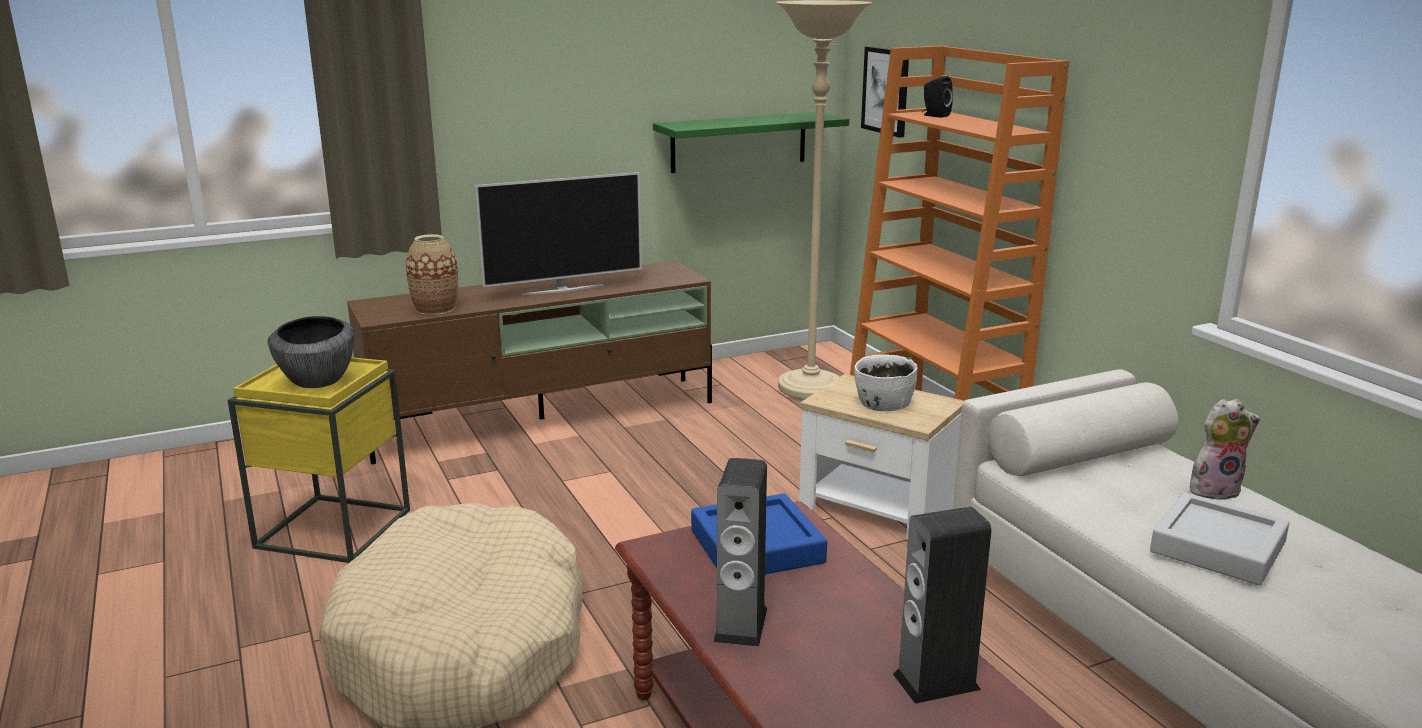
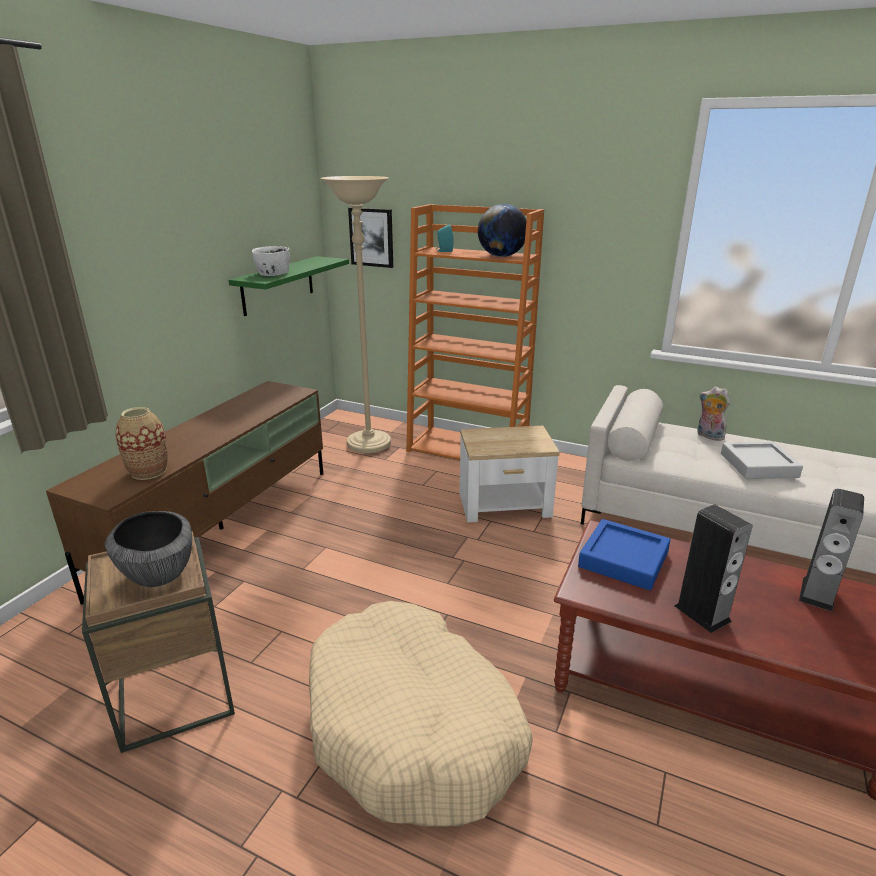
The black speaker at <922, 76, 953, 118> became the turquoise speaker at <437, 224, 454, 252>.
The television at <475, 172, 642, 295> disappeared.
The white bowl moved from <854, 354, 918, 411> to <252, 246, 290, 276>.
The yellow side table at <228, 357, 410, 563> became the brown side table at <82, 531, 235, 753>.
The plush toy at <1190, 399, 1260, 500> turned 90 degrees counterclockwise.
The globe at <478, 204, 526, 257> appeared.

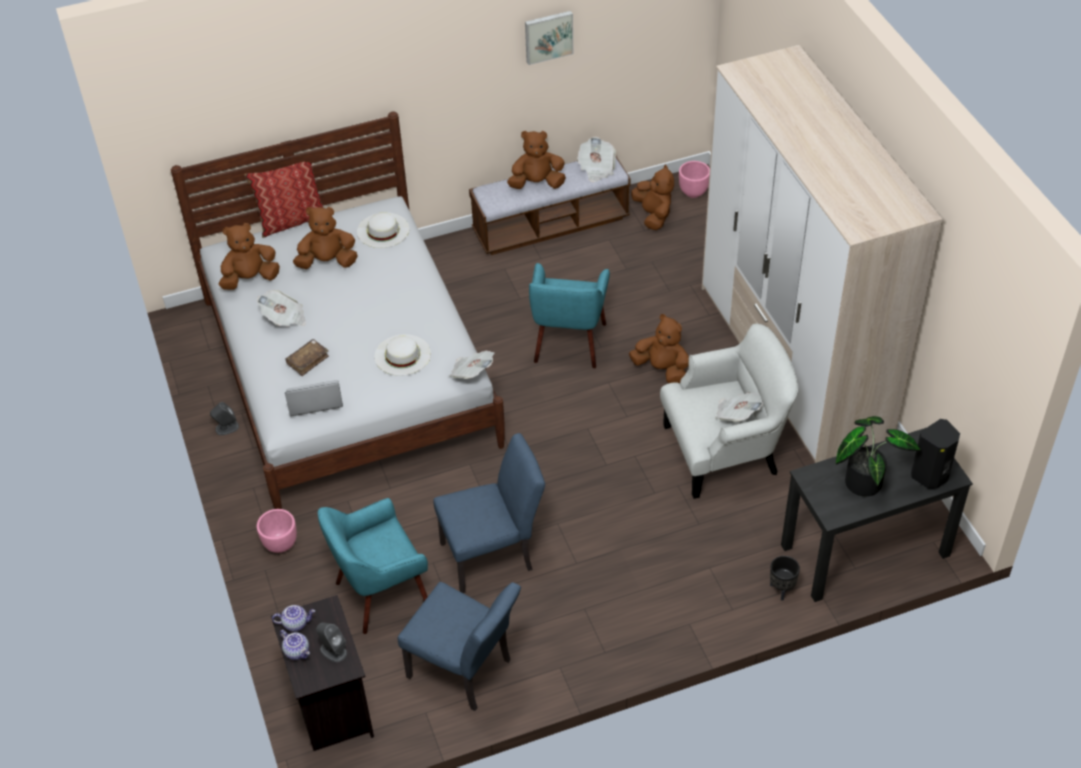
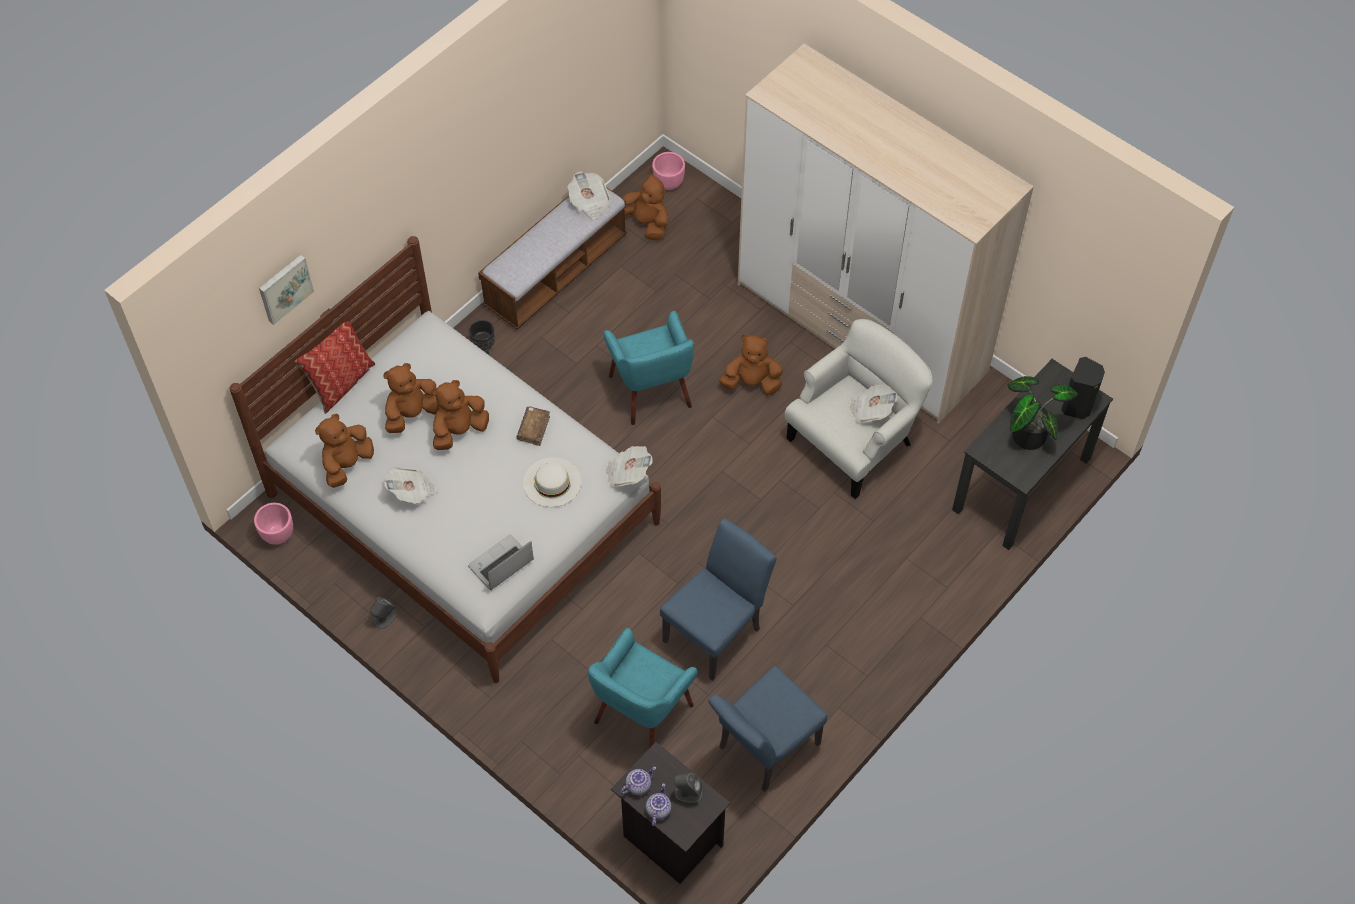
The picture moved from <525, 11, 573, 65> to <259, 255, 314, 325>.
The brown plush toy moved from <507, 131, 566, 189> to <432, 380, 489, 450>.
The white hat at <357, 212, 409, 248> disappeared.
The brown book moved from <286, 339, 329, 376> to <516, 406, 550, 446>.
The pink planter moved from <257, 509, 297, 553> to <254, 503, 293, 545>.
The black planter moved from <770, 556, 800, 601> to <469, 320, 495, 355>.
The blue chair at <398, 582, 521, 711> turned 135 degrees clockwise.
The teapot at <280, 630, 310, 660> turned 90 degrees counterclockwise.

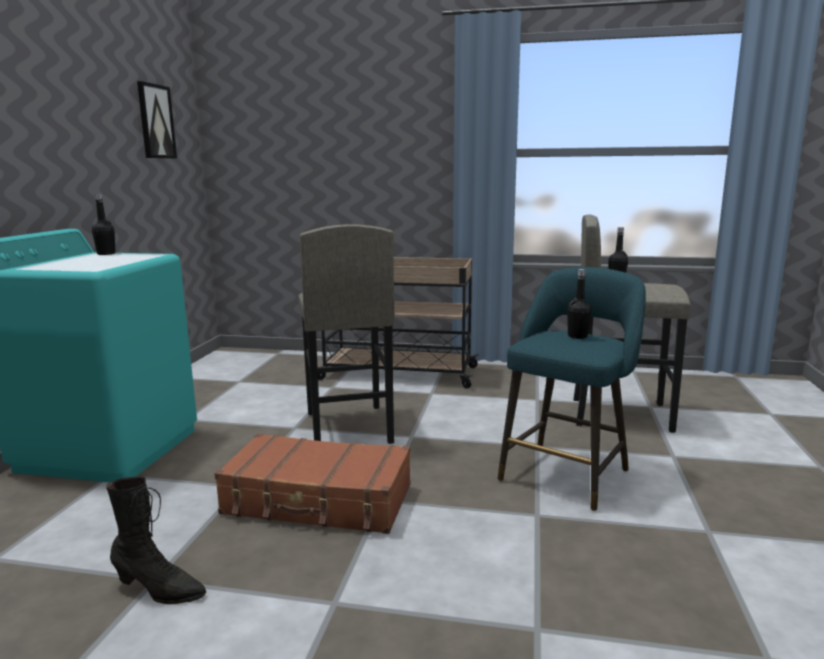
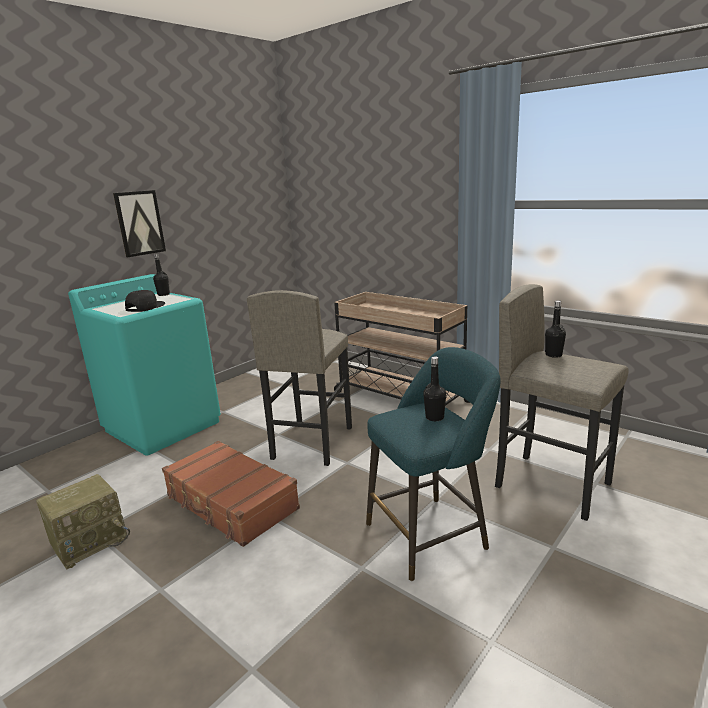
The picture moved from <137, 81, 177, 159> to <113, 190, 166, 257>.
The black boot at <106, 476, 206, 604> was replaced by the radio at <36, 474, 130, 569>.
The black cap at <125, 290, 165, 312> appeared.

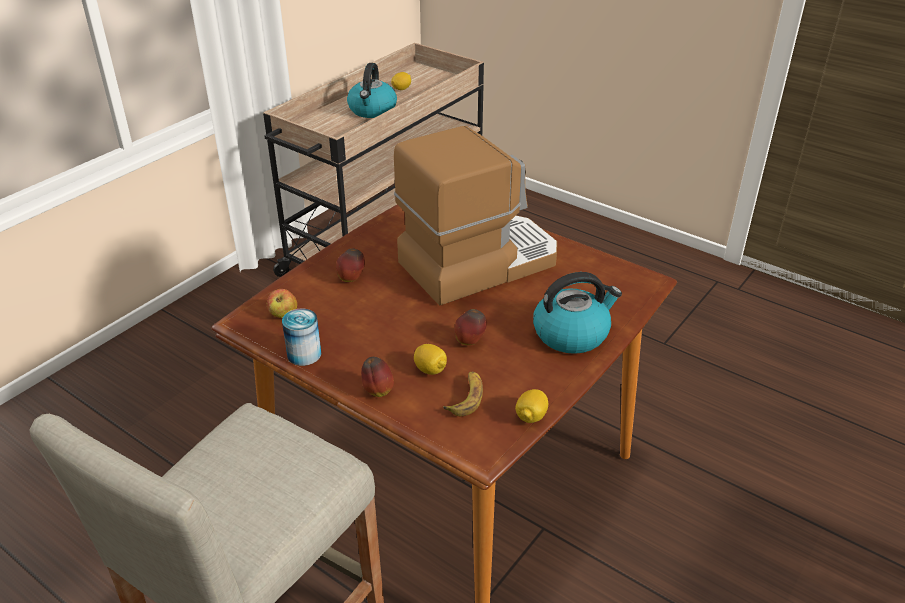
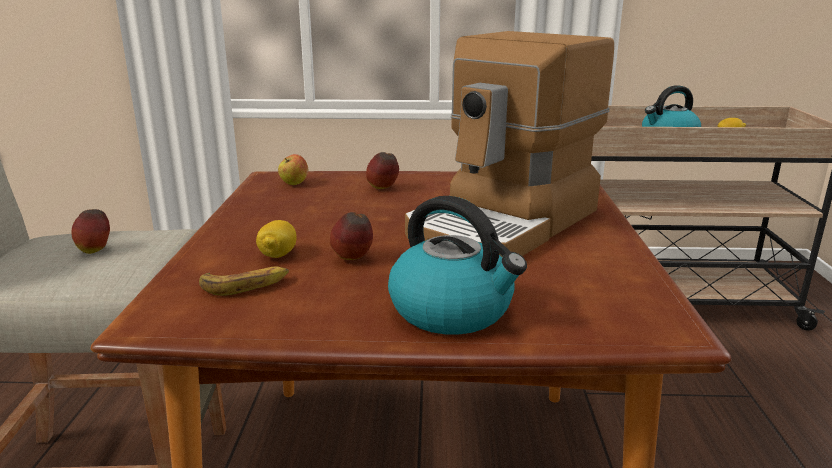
The coffee machine at <394, 126, 557, 305> turned 105 degrees clockwise.
The can at <282, 308, 321, 366> disappeared.
The apple moved from <361, 357, 394, 397> to <71, 209, 110, 254>.
The lemon at <515, 389, 548, 423> disappeared.

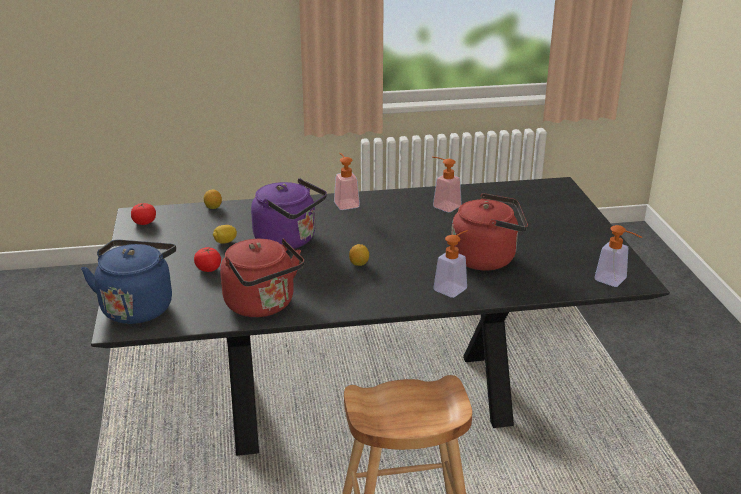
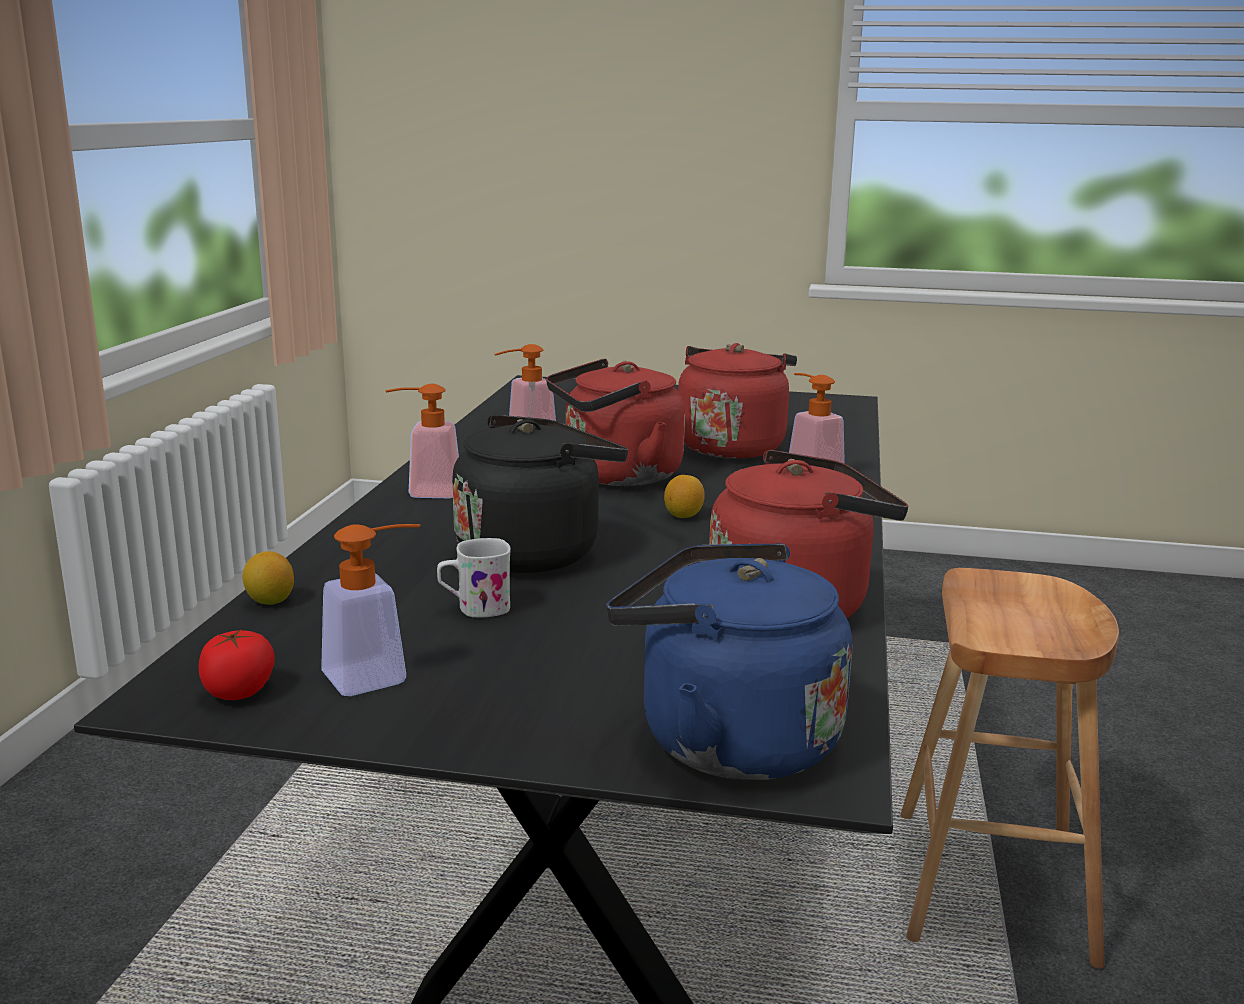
The purple kettle at <251, 178, 327, 250> became the black kettle at <452, 415, 628, 573>.
The lemon at <213, 225, 237, 244> was replaced by the white mug at <437, 538, 511, 617>.
The soap dispenser moved from <595, 225, 642, 287> to <321, 524, 420, 696>.
The tomato at <194, 247, 221, 272> disappeared.
The red kettle at <546, 358, 685, 486> appeared.

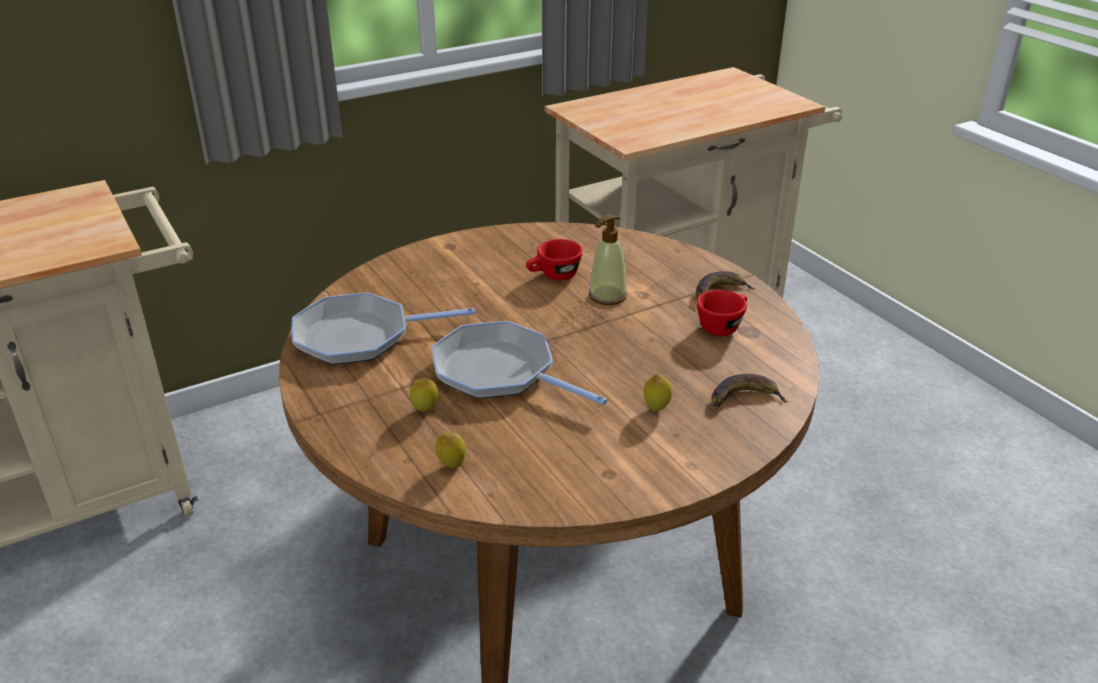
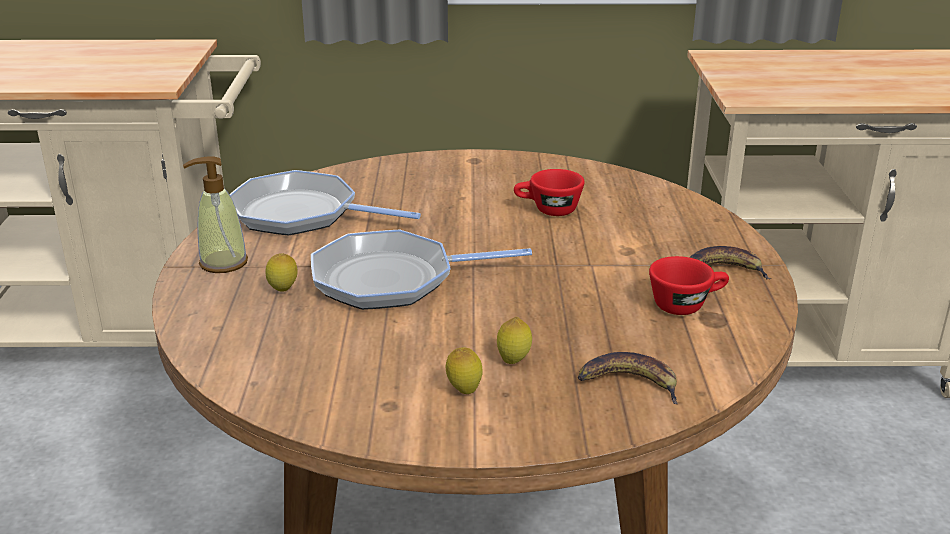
The soap dispenser moved from <589, 214, 627, 305> to <183, 156, 248, 273>.
The frying pan at <432, 321, 607, 405> turned 75 degrees counterclockwise.
The lemon moved from <435, 432, 466, 468> to <446, 348, 483, 394>.

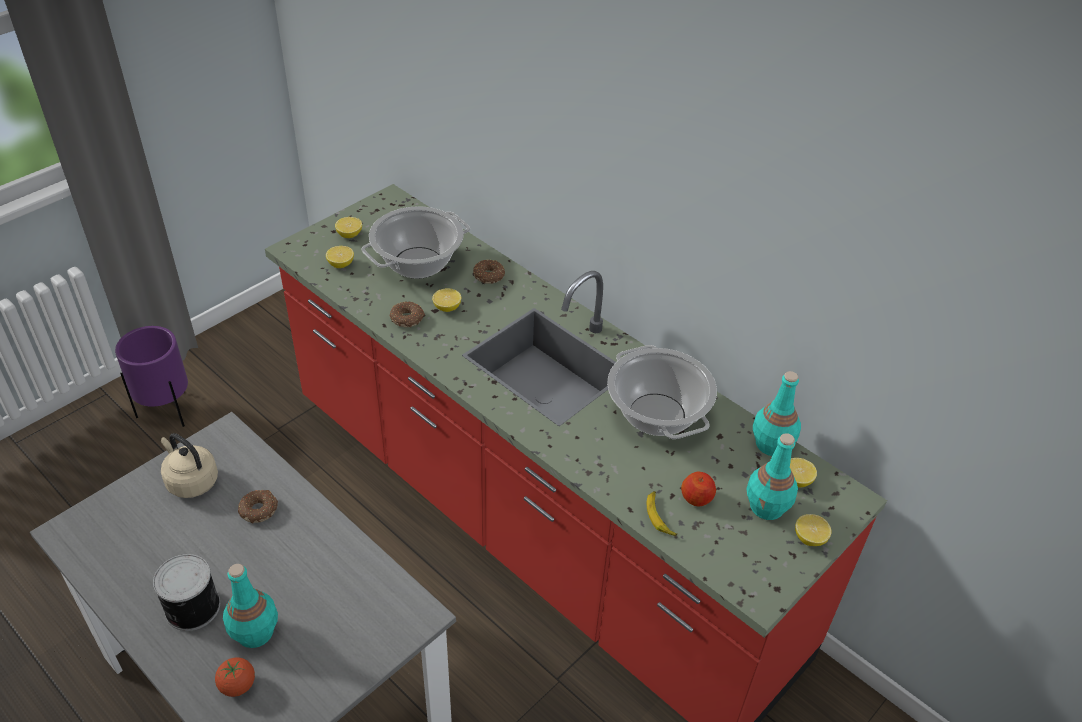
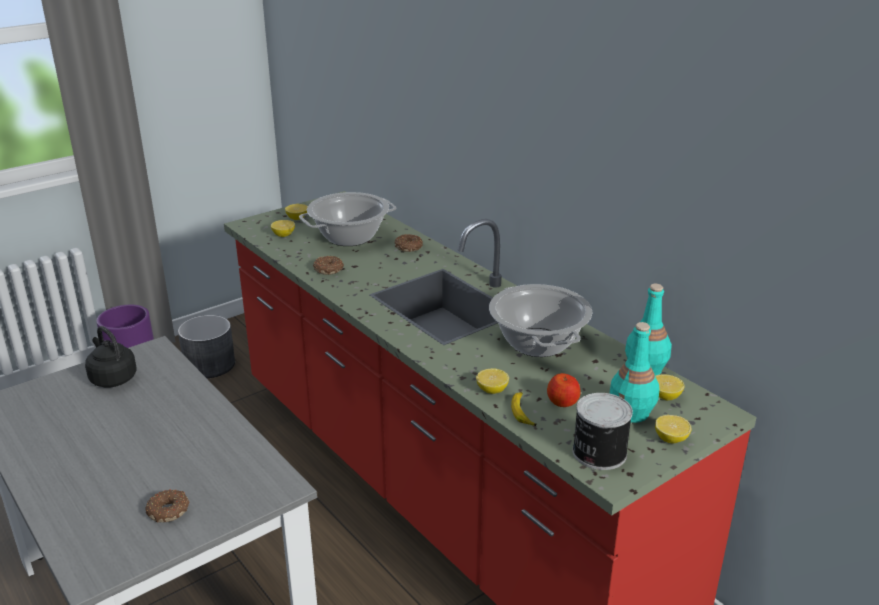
The lemon moved from <432, 288, 461, 312> to <476, 368, 509, 394>.
The beige kettle at <161, 433, 218, 498> became the black kettle at <85, 326, 137, 387>.
The donut moved from <238, 490, 278, 524> to <145, 489, 189, 523>.
The can moved from <153, 554, 220, 631> to <572, 393, 633, 470>.
The turquoise bottle at <223, 564, 278, 648> disappeared.
The tomato at <215, 657, 255, 697> disappeared.
The grey planter at <178, 315, 235, 378> appeared.

